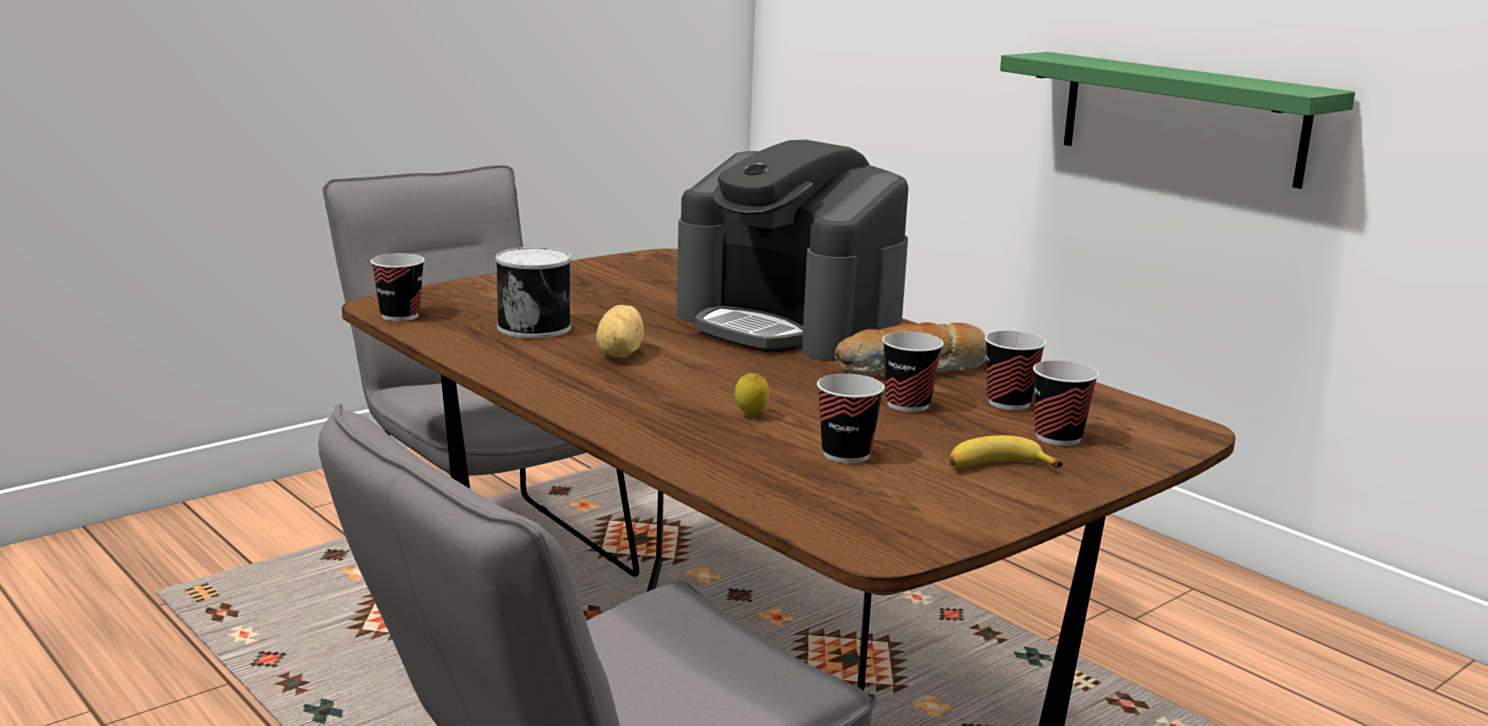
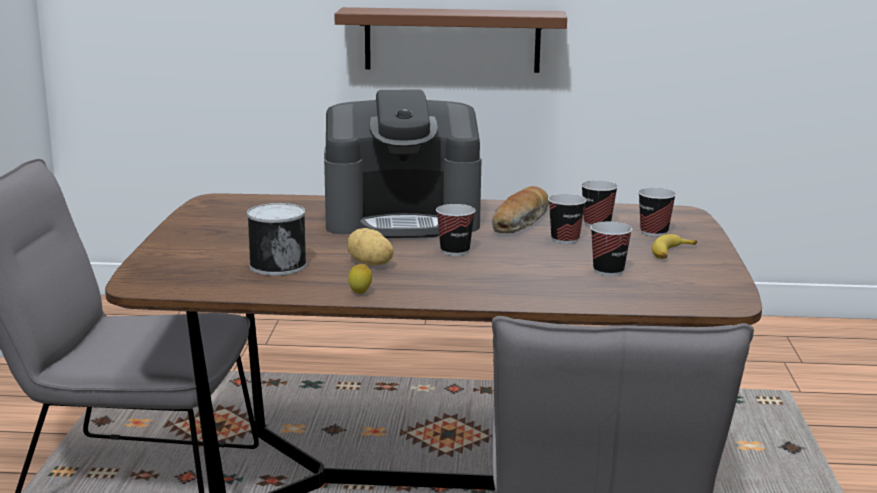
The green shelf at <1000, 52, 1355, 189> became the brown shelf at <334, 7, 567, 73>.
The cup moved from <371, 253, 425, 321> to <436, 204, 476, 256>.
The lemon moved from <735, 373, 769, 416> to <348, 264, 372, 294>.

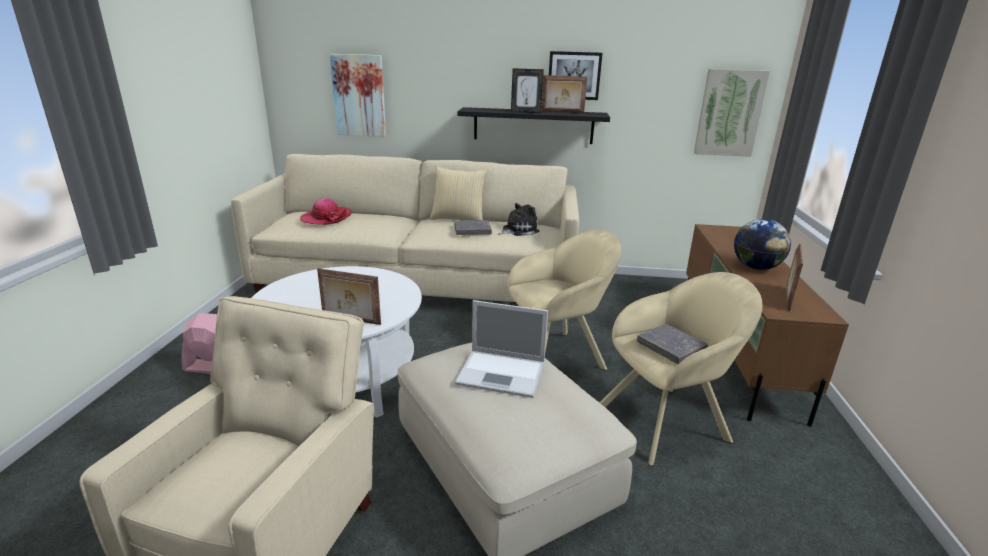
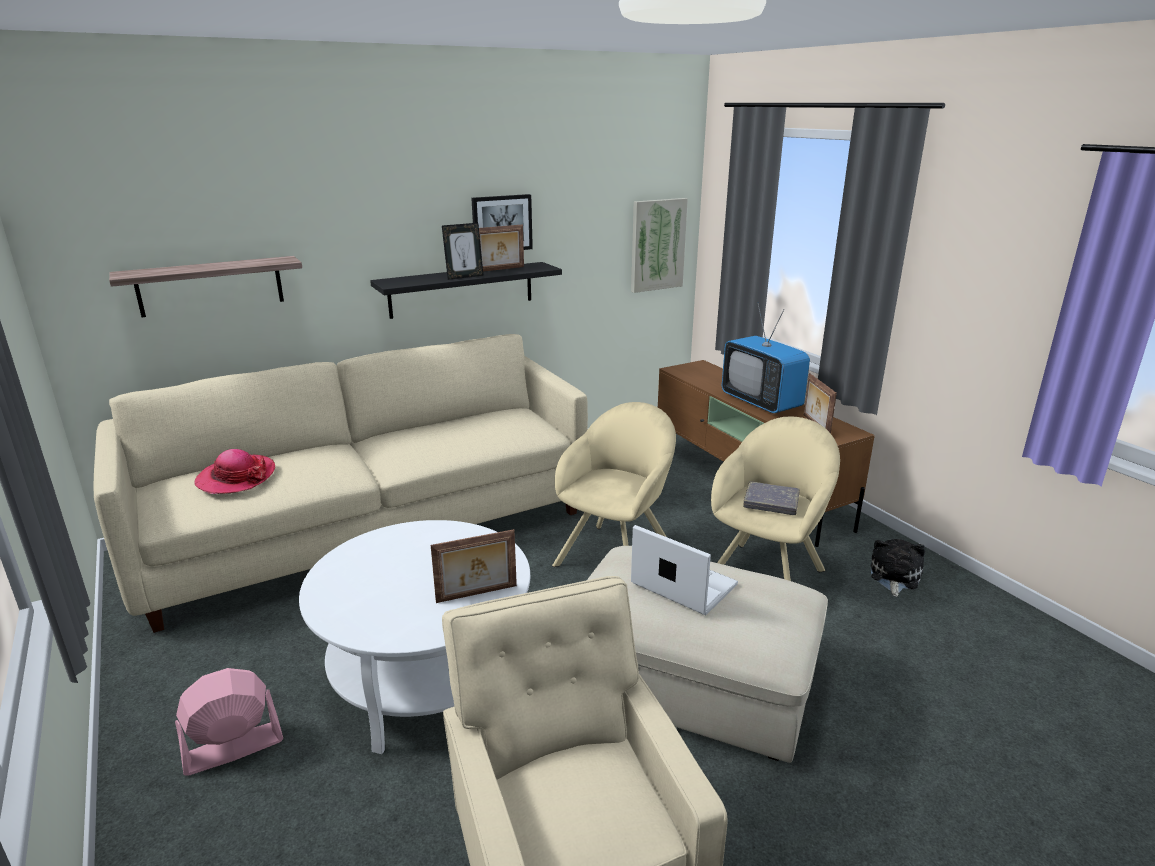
The picture at <330, 54, 386, 137> was replaced by the shelf at <109, 256, 302, 317>.
The pillow at <430, 166, 488, 220> disappeared.
The plush toy moved from <498, 203, 540, 236> to <870, 539, 925, 597>.
The globe at <734, 219, 791, 270> was replaced by the television at <722, 302, 810, 413>.
The grey book at <454, 220, 492, 235> disappeared.
The laptop at <455, 300, 548, 398> turned 120 degrees counterclockwise.

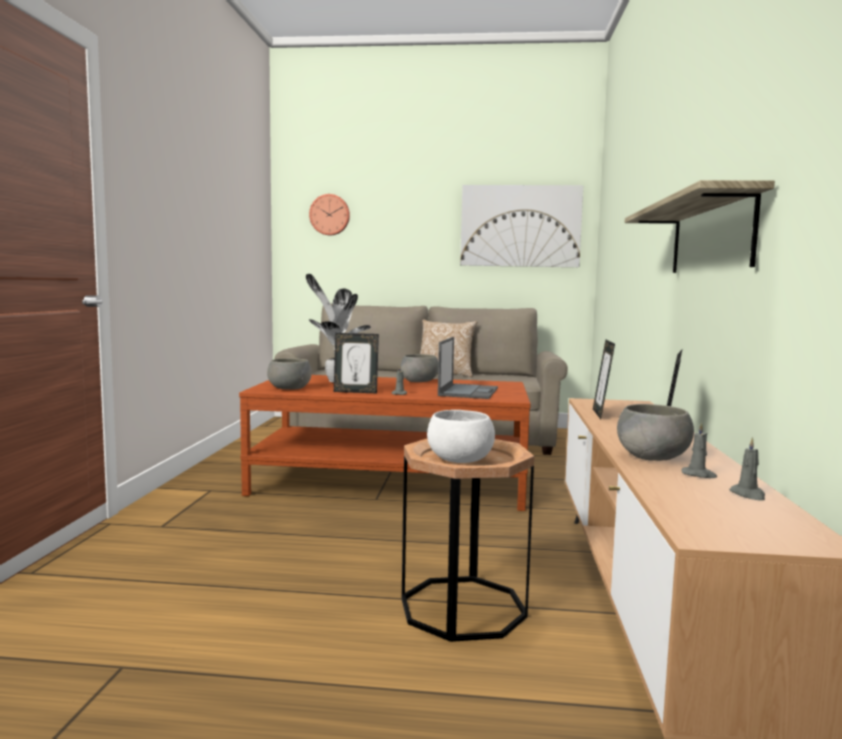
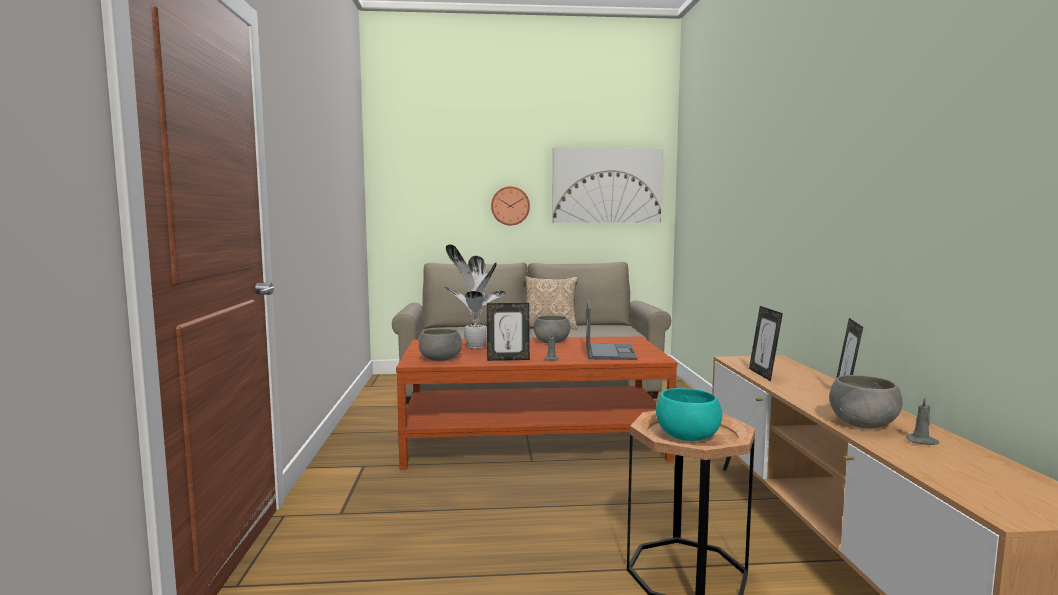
The shelf at <625, 180, 775, 273> disappeared.
The wall clock moved from <309, 194, 350, 235> to <491, 186, 530, 225>.
The white bowl at <427, 410, 495, 463> became the turquoise bowl at <656, 388, 722, 441>.
The grey candle at <729, 437, 765, 500> disappeared.

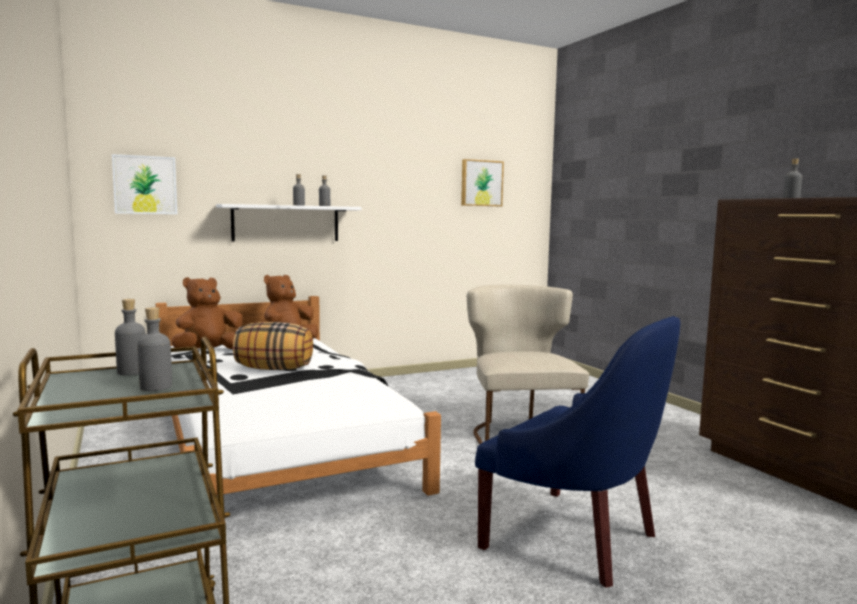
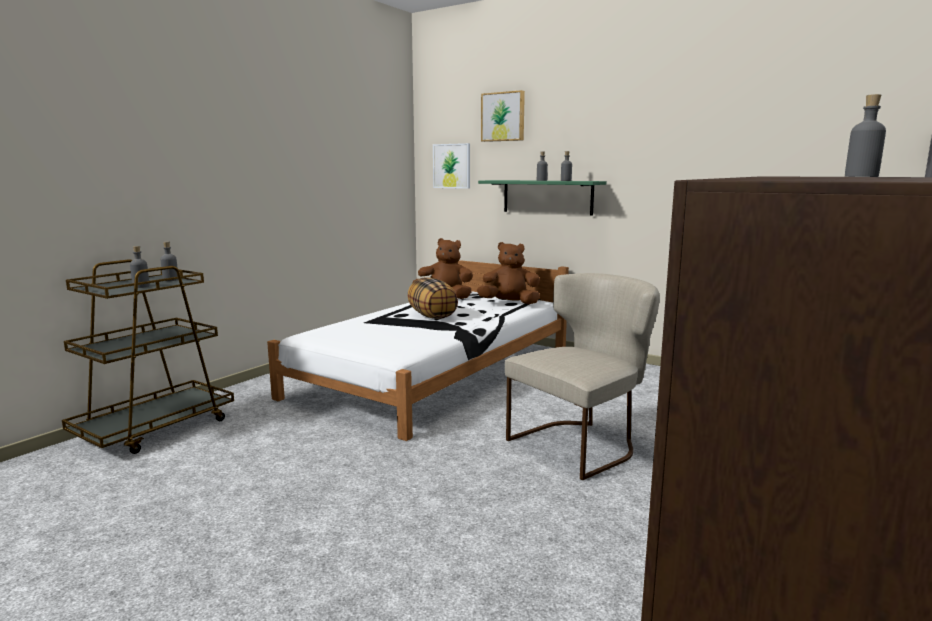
The picture moved from <461, 159, 504, 206> to <481, 90, 525, 142>.
The white shelf at <216, 204, 362, 241> became the green shelf at <478, 180, 607, 215>.
The blue armchair at <475, 316, 680, 588> disappeared.

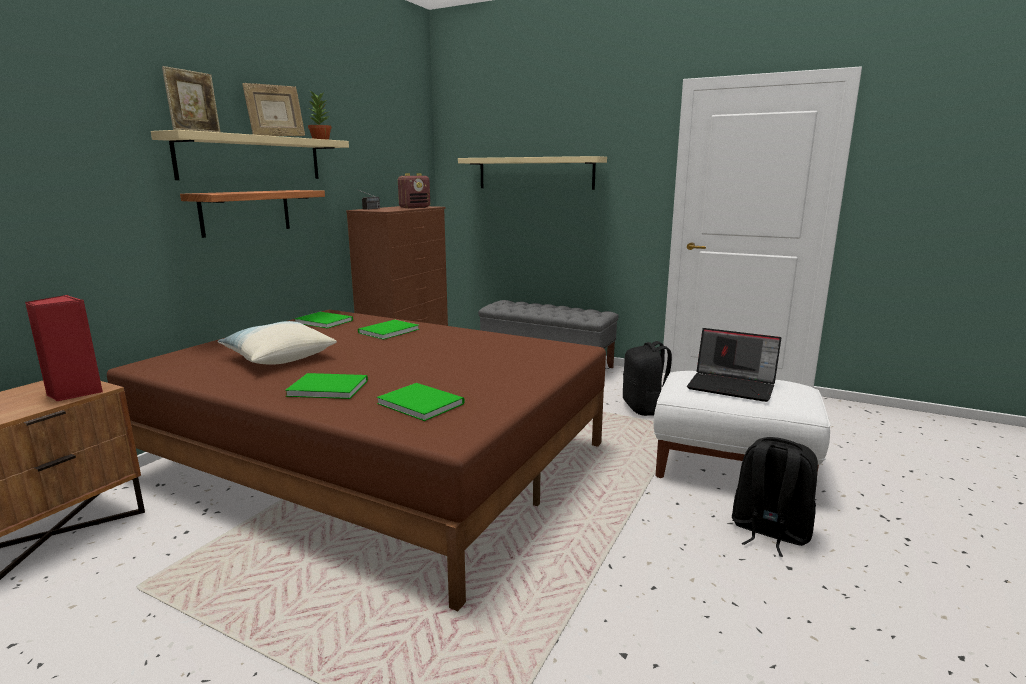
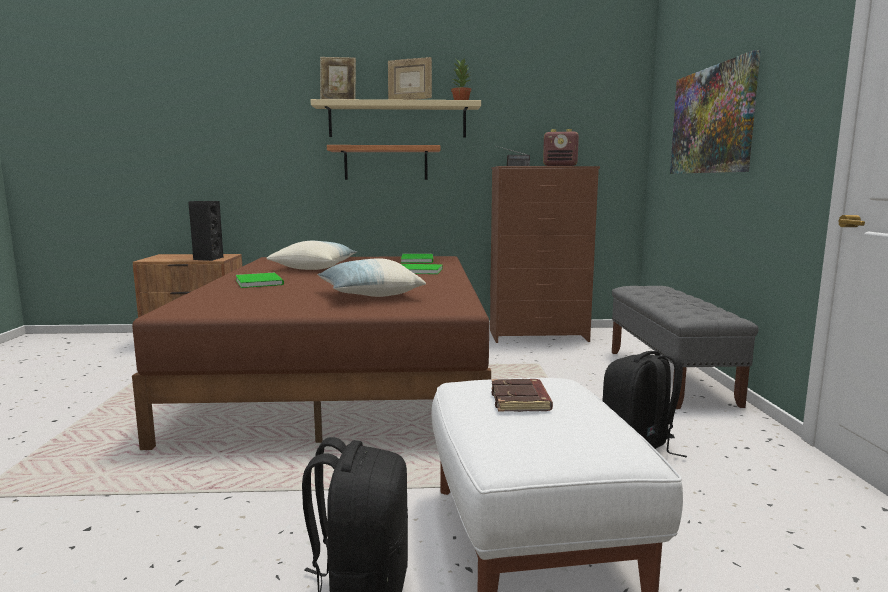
The beige shelf at <458, 156, 607, 190> was replaced by the picture at <670, 50, 761, 174>.
The red speaker at <25, 295, 103, 402> became the black speaker at <188, 201, 224, 261>.
The laptop at <687, 328, 781, 402> was replaced by the brown book at <491, 379, 553, 412>.
The green book at <377, 383, 465, 421> disappeared.
The pillow at <317, 258, 426, 297> appeared.

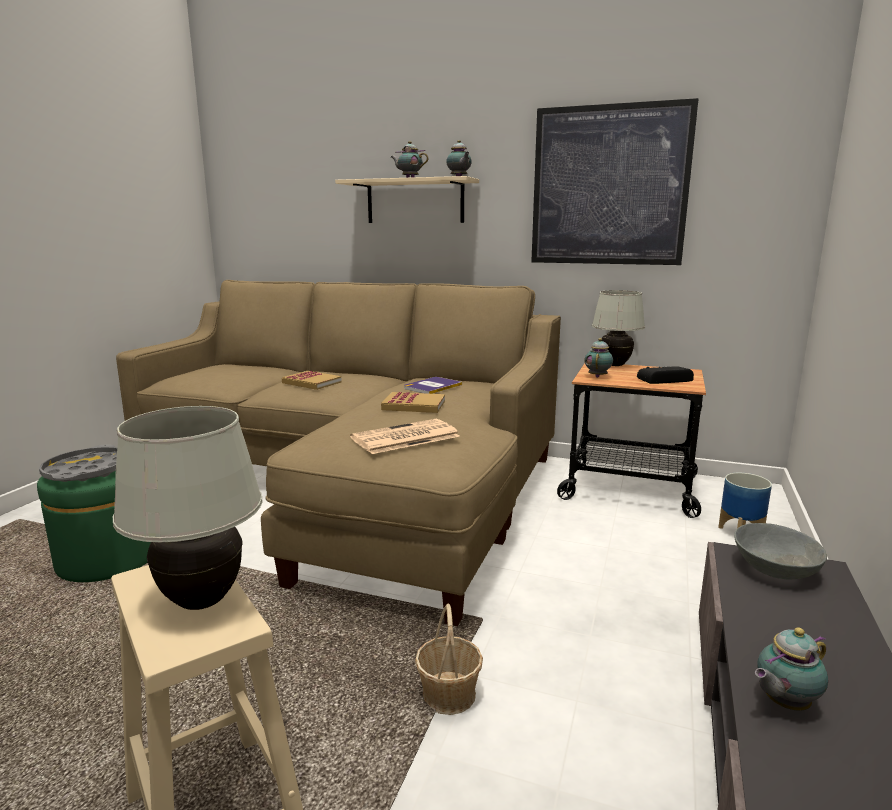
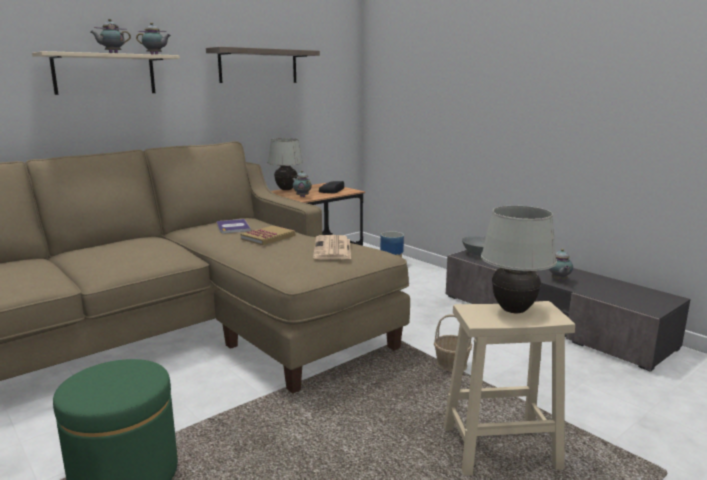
The picture at <531, 98, 699, 265> was replaced by the shelf at <206, 47, 320, 83>.
The book at <282, 371, 342, 390> disappeared.
The grey tray at <39, 445, 117, 482> disappeared.

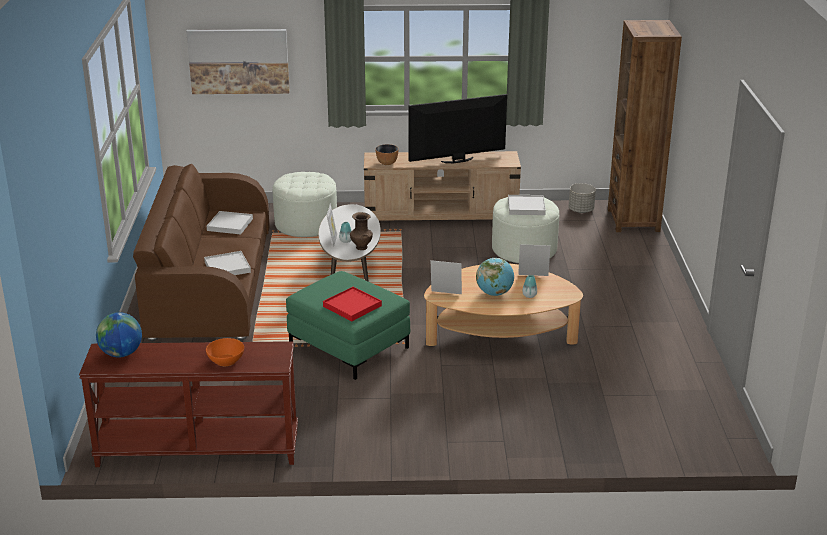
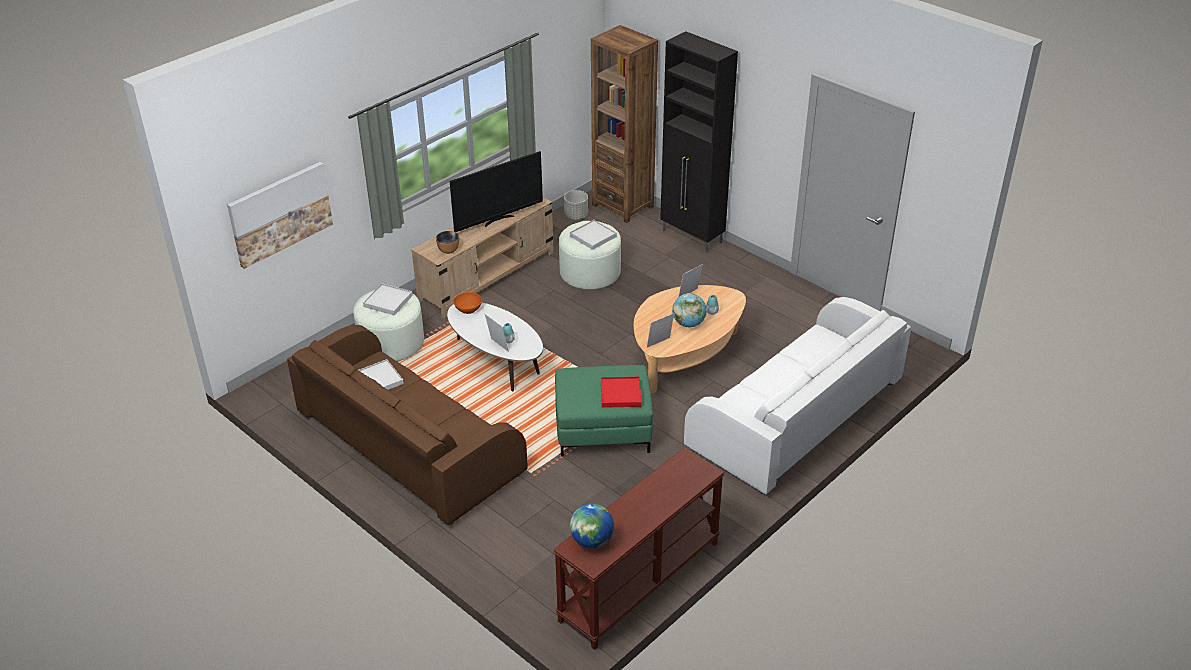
The television at <408, 94, 507, 163> turned 150 degrees counterclockwise.
The brown vase at <350, 212, 373, 250> disappeared.
The white tray moved from <204, 251, 251, 275> to <363, 283, 413, 315>.
The orange bowl moved from <206, 338, 244, 366> to <454, 292, 482, 314>.
The black cabinet at <660, 31, 738, 253> appeared.
The white sofa at <684, 297, 911, 494> appeared.

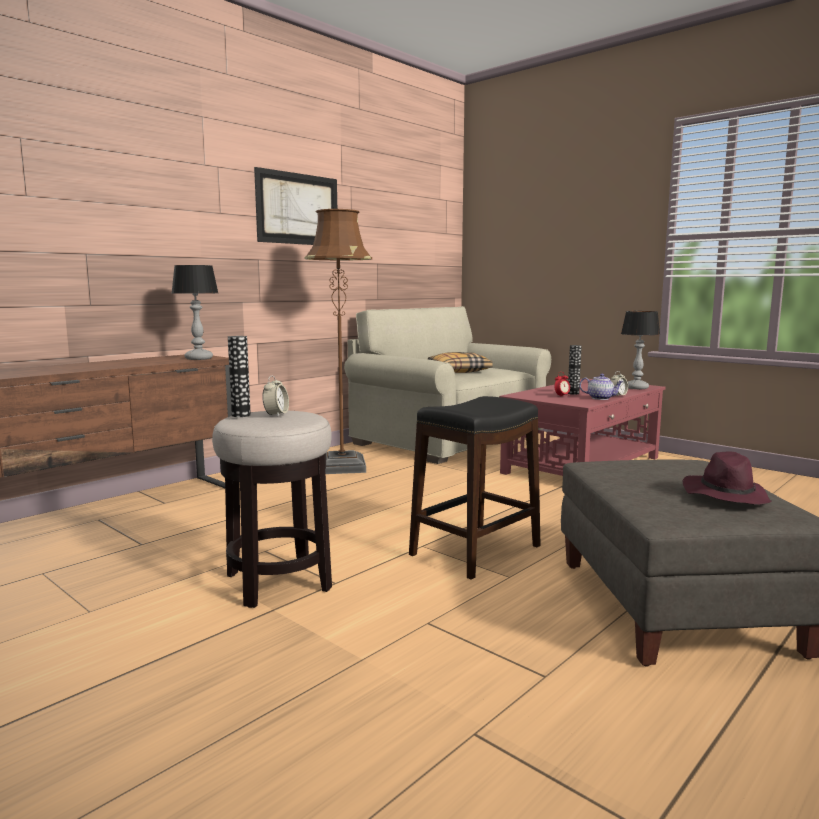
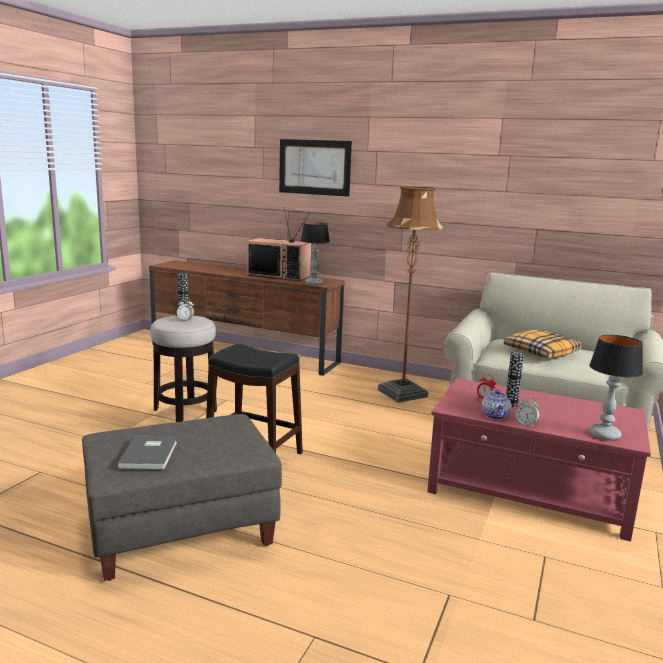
The picture moved from <254, 167, 337, 245> to <279, 139, 352, 197>.
The purple hat at <683, 451, 772, 505> was replaced by the grey book at <117, 436, 178, 470>.
The television at <247, 207, 311, 281> appeared.

